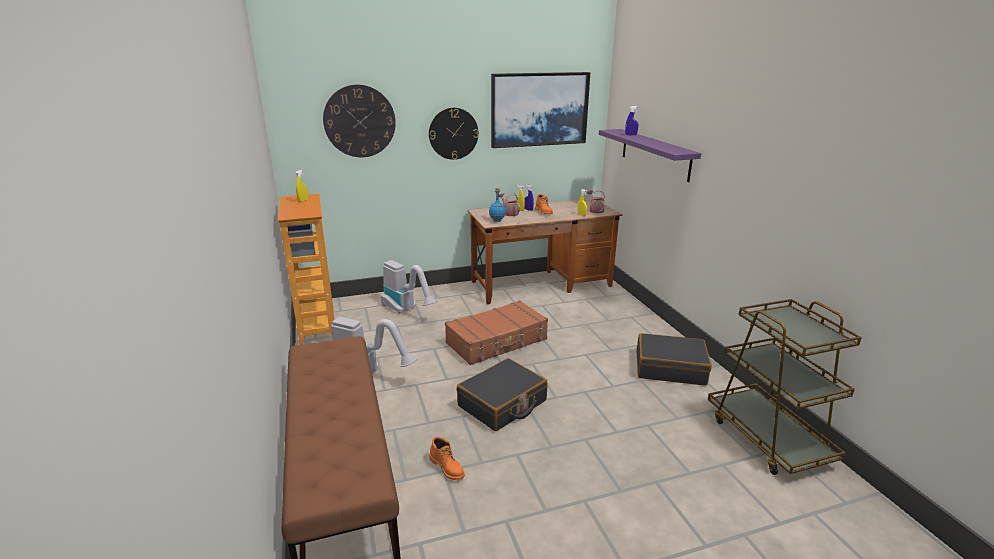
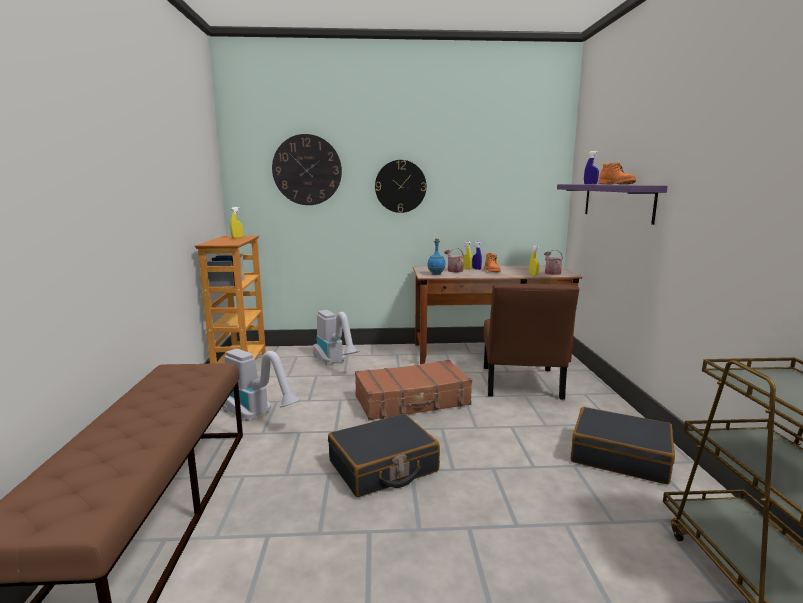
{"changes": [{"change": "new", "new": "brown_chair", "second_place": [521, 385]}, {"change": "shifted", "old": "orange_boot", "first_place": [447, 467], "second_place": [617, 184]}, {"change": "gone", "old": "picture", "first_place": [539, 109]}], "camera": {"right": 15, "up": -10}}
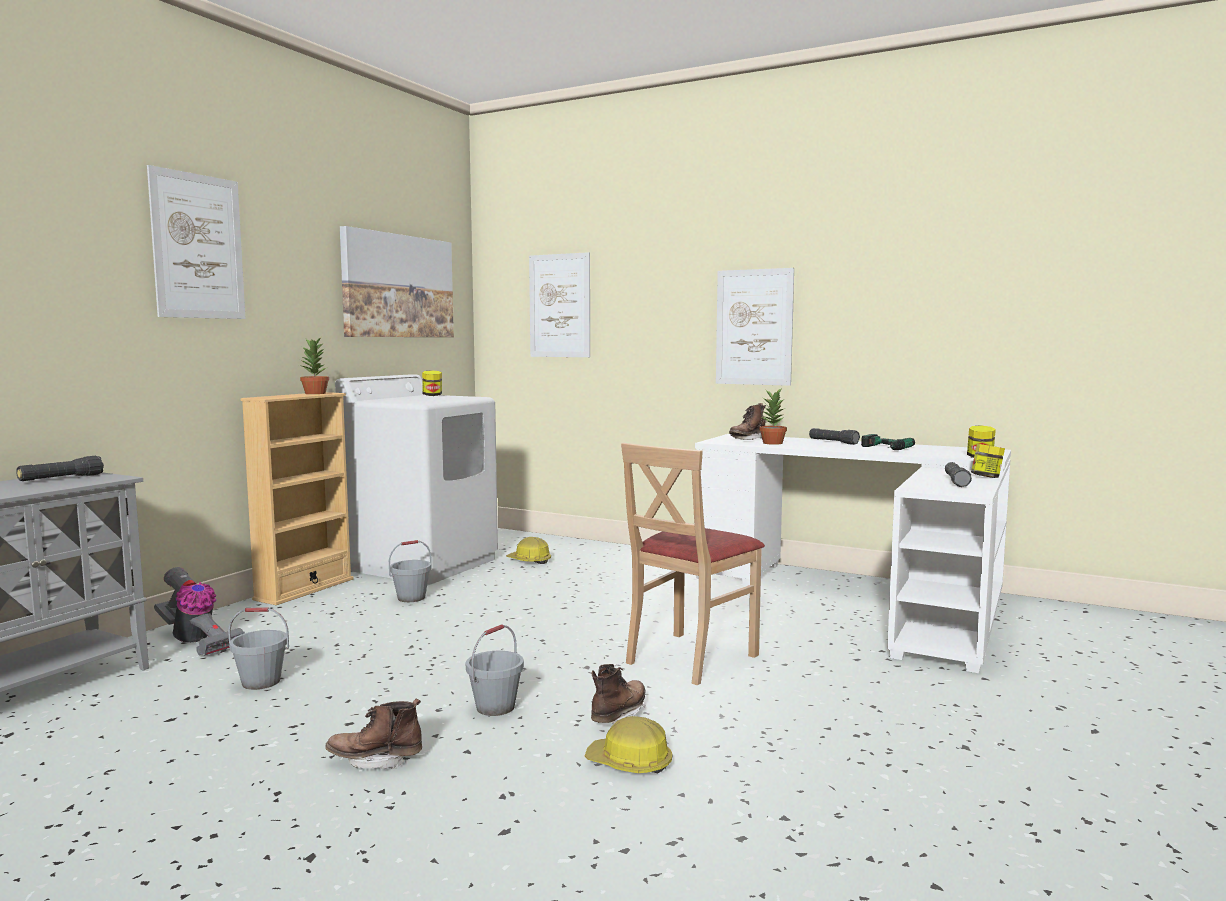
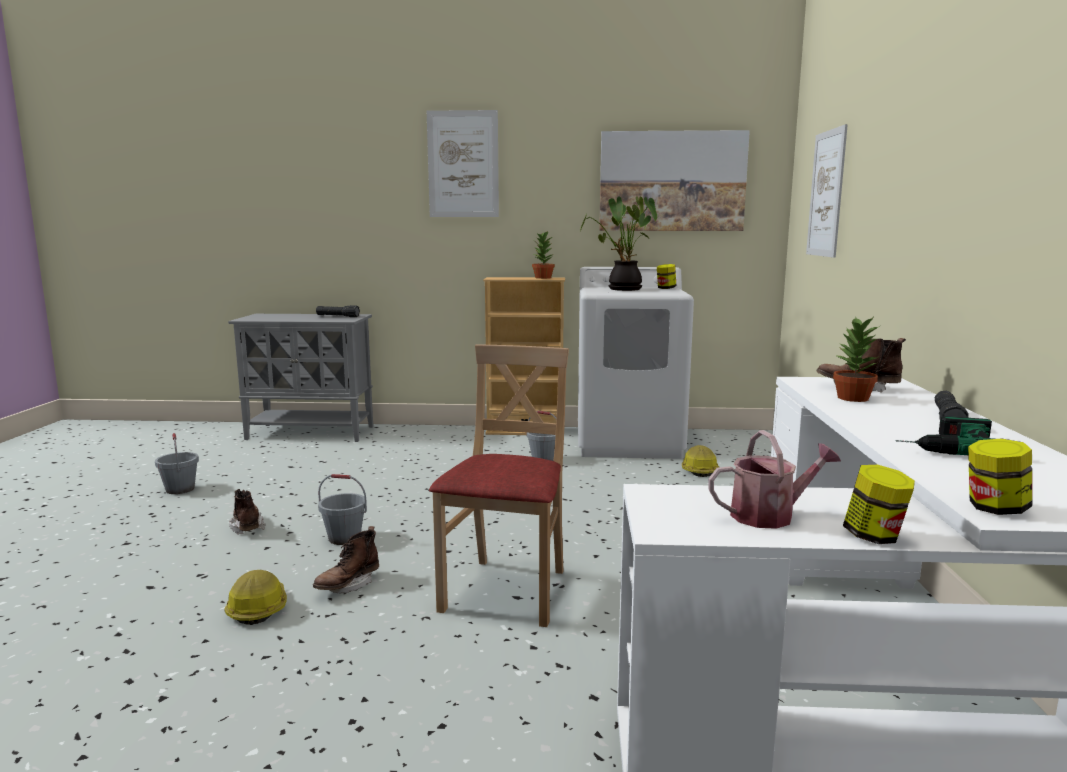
{"changes": [{"change": "shifted", "old": "grey_bucket", "first_place": [261, 682], "second_place": [180, 489]}, {"change": "rotated", "old": "brown_boot", "first_place": [619, 716], "second_place": [348, 585], "degrees": 120}, {"change": "rotated", "old": "beige_chair", "first_place": [690, 657], "second_place": [507, 591], "degrees": 90}, {"change": "new", "new": "potted_plant", "second_place": [622, 289]}, {"change": "swapped", "old": "black_flashlight", "new": "watering_can", "first_place": [956, 482], "second_place": [770, 515]}, {"change": "gone", "old": "vacuum_cleaner", "first_place": [196, 642]}, {"change": "gone", "old": "picture", "first_place": [754, 327]}], "camera": {"right": 65, "up": 5}}
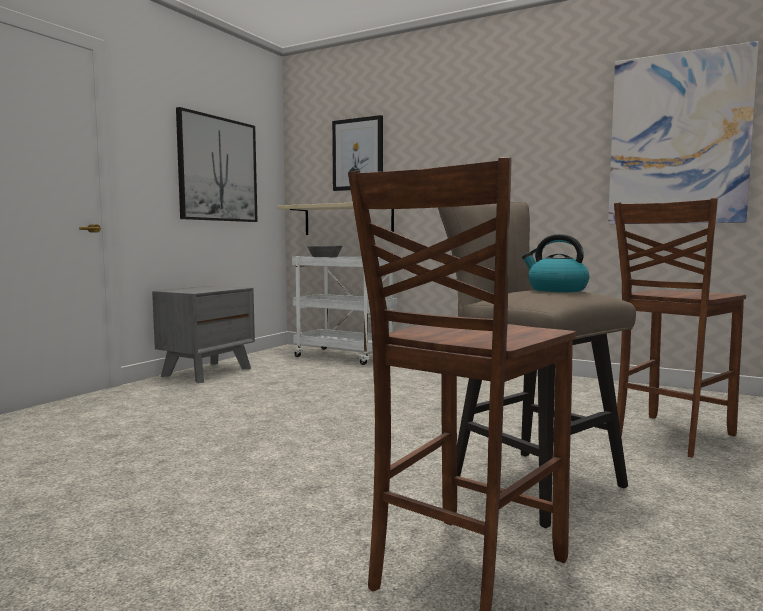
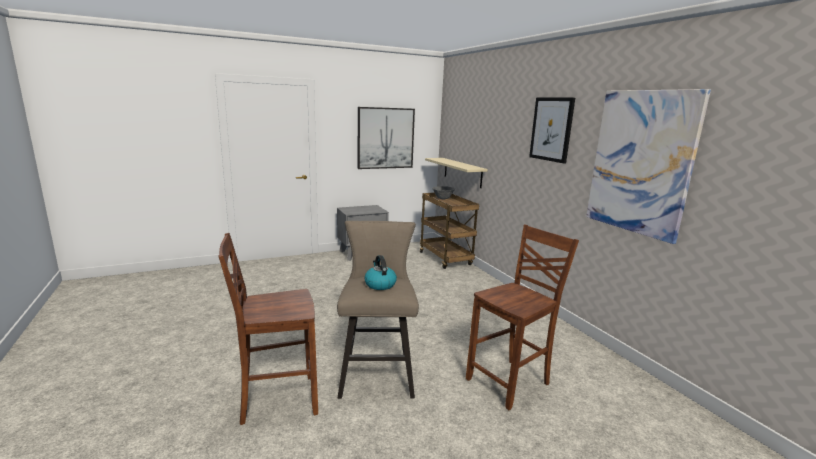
{"changes": [{"change": "repainted", "old": "white_cart", "new": "brown_cart", "first_place": [346, 356], "second_place": [446, 259]}, {"change": "rotated", "old": "brown_chair", "first_place": [670, 436], "second_place": [510, 382], "degrees": 150}, {"change": "shifted", "old": "picture", "first_place": [358, 154], "second_place": [551, 129]}], "camera": {"right": 35, "up": 10}}
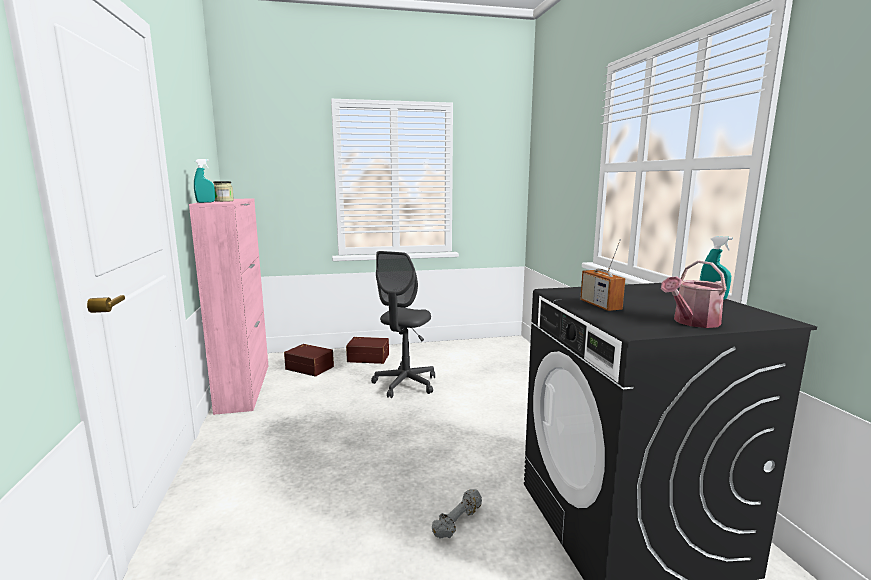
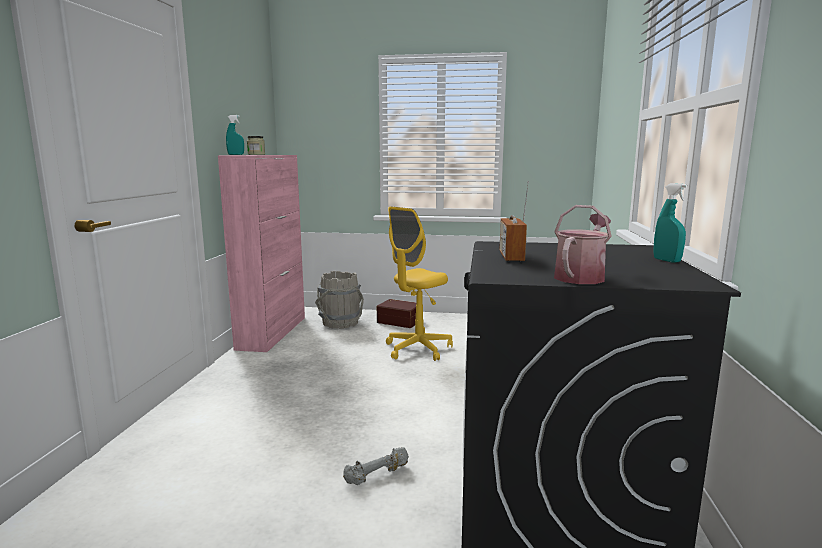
{"changes": [{"change": "swapped", "old": "brown_storage_box", "new": "grey_bucket", "first_place": [310, 367], "second_place": [340, 323]}, {"change": "repainted", "old": "grey_office_chair", "new": "yellow_office_chair", "first_place": [405, 384], "second_place": [418, 349]}, {"change": "rotated", "old": "watering_can", "first_place": [692, 322], "second_place": [581, 276], "degrees": 135}], "camera": {"right": 20, "up": 0}}
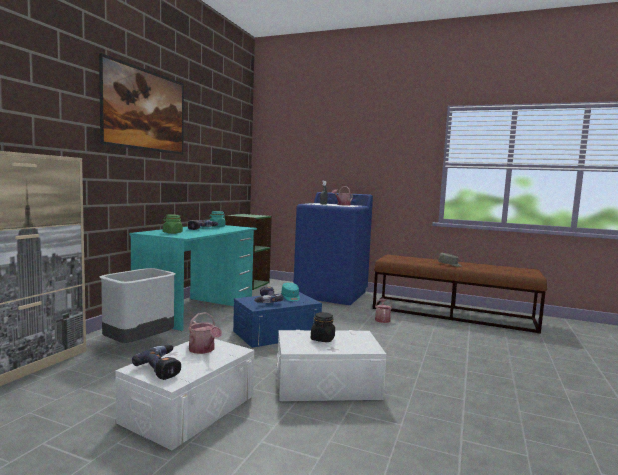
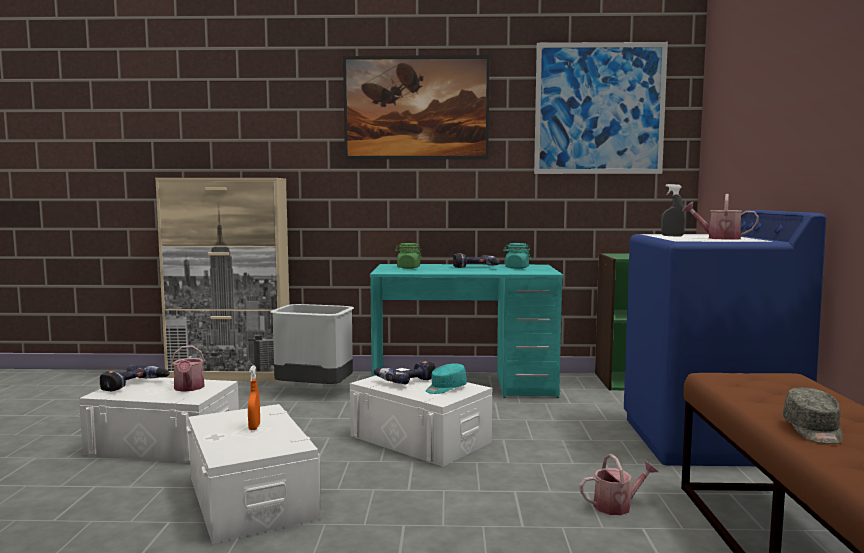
{"changes": [{"change": "rotated", "old": "watering_can", "first_place": [203, 350], "second_place": [188, 388], "degrees": -45}, {"change": "swapped", "old": "black_jar", "new": "orange_spray_bottle", "first_place": [322, 339], "second_place": [254, 427]}, {"change": "repainted", "old": "blue_storage_box", "new": "white_storage_box", "first_place": [276, 333], "second_place": [420, 439]}, {"change": "new", "new": "picture", "second_place": [599, 109]}], "camera": {"right": 70, "up": 0}}
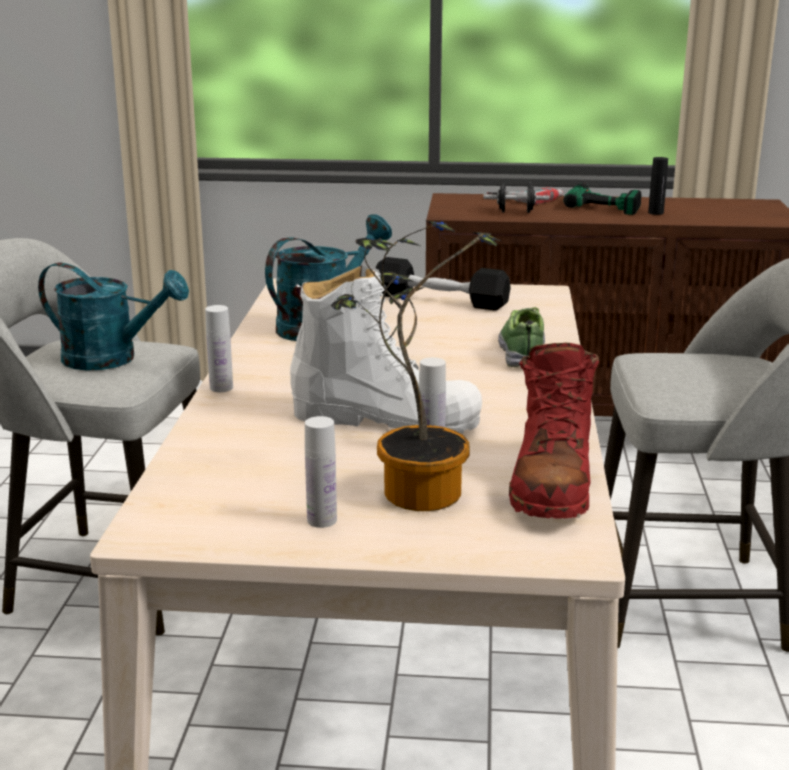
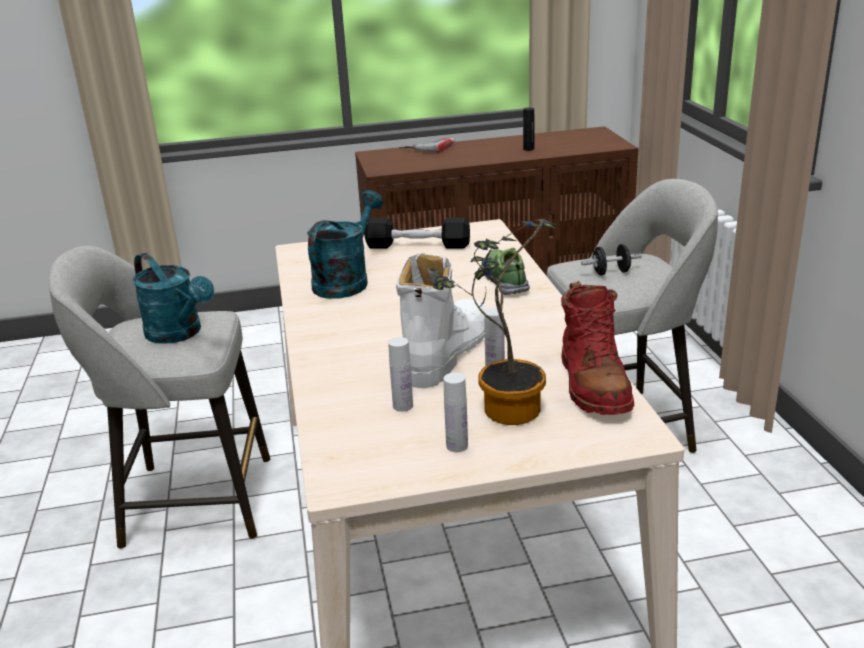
{"changes": [{"change": "rotated", "old": "turquoise_watering_can", "first_place": [112, 359], "second_place": [179, 334], "degrees": 45}, {"change": "shifted", "old": "white_bottle", "first_place": [221, 388], "second_place": [403, 406]}, {"change": "rotated", "old": "white_boot", "first_place": [386, 418], "second_place": [445, 353], "degrees": -60}, {"change": "shifted", "old": "black_dumbbell", "first_place": [515, 212], "second_place": [611, 272]}, {"change": "gone", "old": "power_drill", "first_place": [604, 203]}], "camera": {"right": -15, "up": 5}}
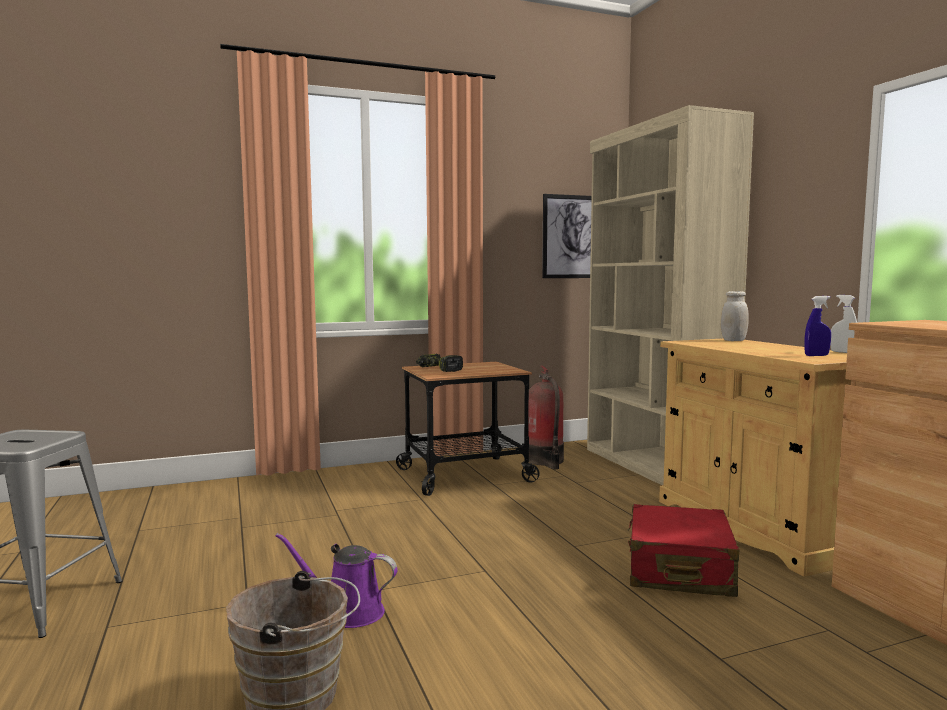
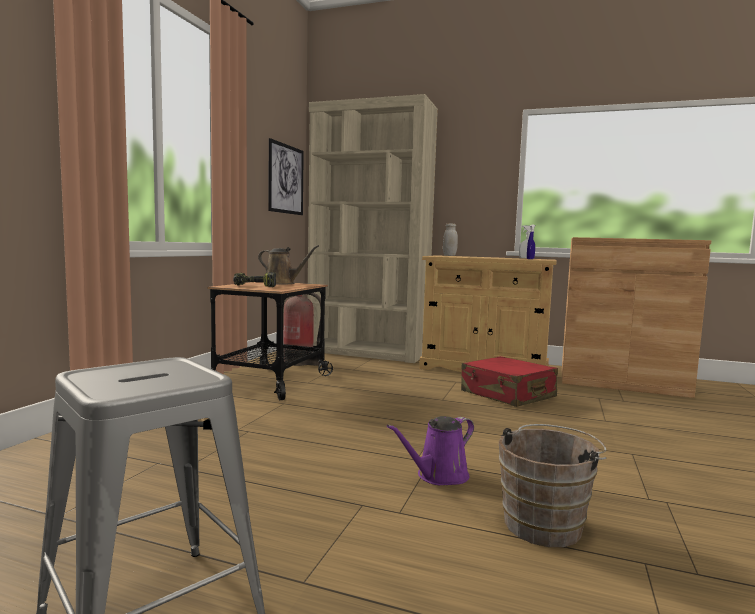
{"changes": [{"change": "new", "new": "brown_watering_can", "second_place": [282, 283]}], "camera": {"right": -50, "up": 0}}
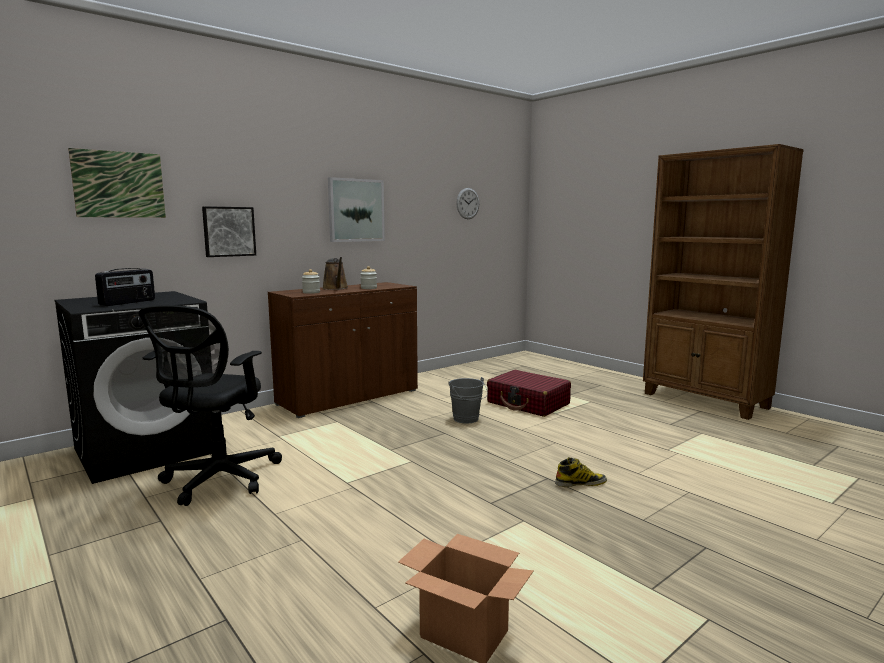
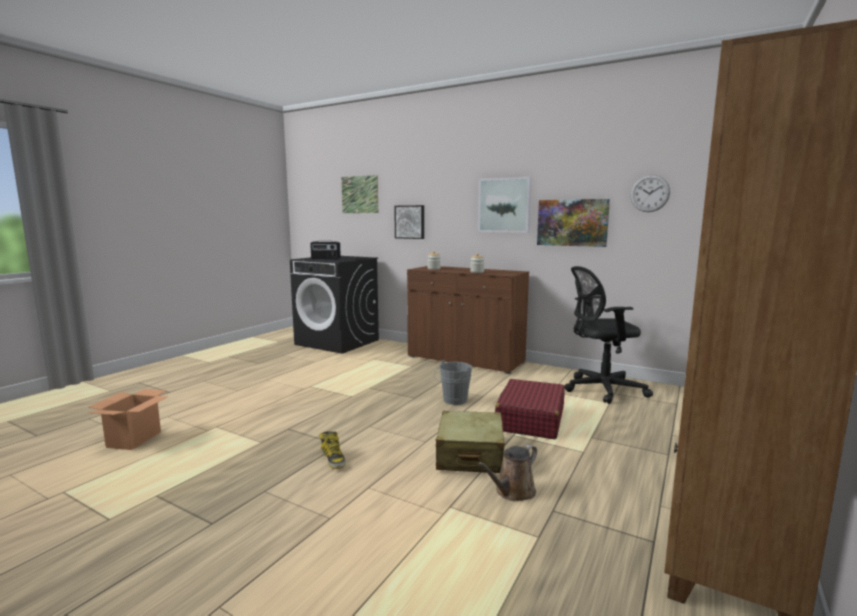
{"changes": [{"change": "new", "new": "beige_suitcase", "second_place": [470, 455]}, {"change": "shifted", "old": "brown_watering_can", "first_place": [336, 288], "second_place": [512, 492]}, {"change": "new", "new": "picture", "second_place": [572, 222]}, {"change": "shifted", "old": "black_office_chair", "first_place": [217, 481], "second_place": [600, 389]}], "camera": {"right": 70, "up": 0}}
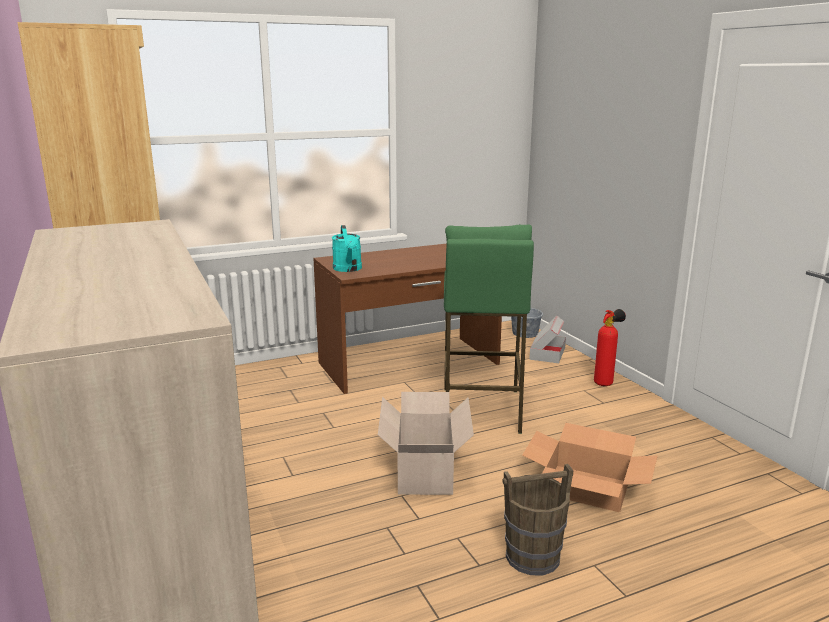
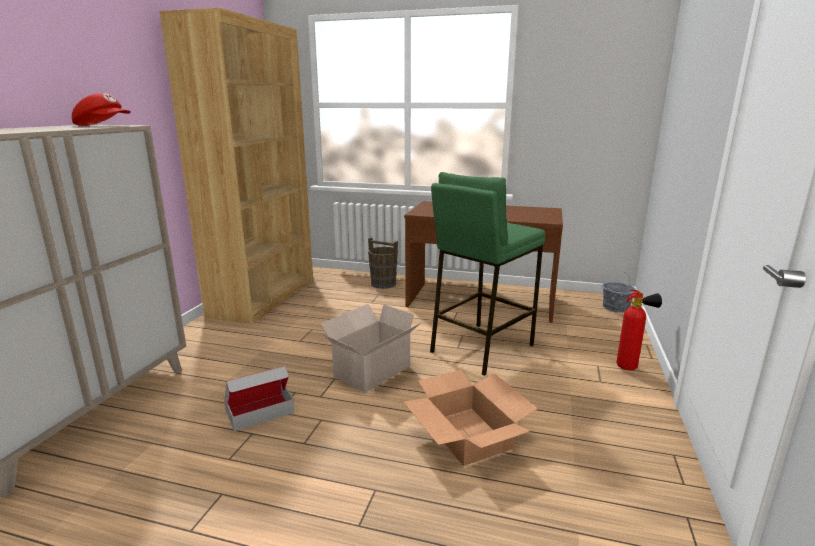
{"changes": [{"change": "new", "new": "red_cap", "second_place": [104, 125]}, {"change": "shifted", "old": "cardboard_box", "first_place": [547, 353], "second_place": [260, 411]}, {"change": "shifted", "old": "brown_bucket", "first_place": [533, 557], "second_place": [383, 284]}, {"change": "gone", "old": "turquoise_watering_can", "first_place": [348, 269]}], "camera": {"right": 40, "up": 0}}
